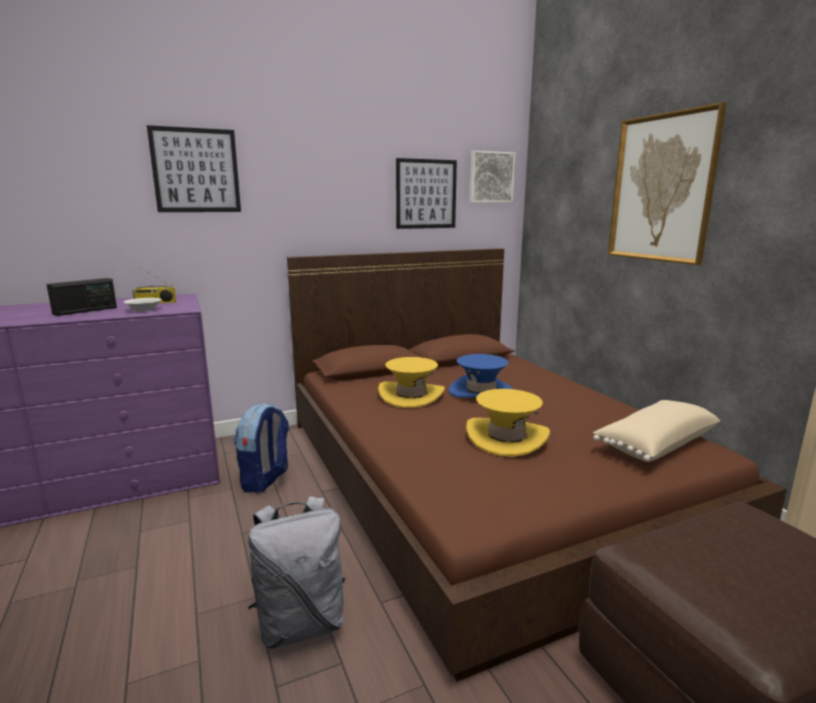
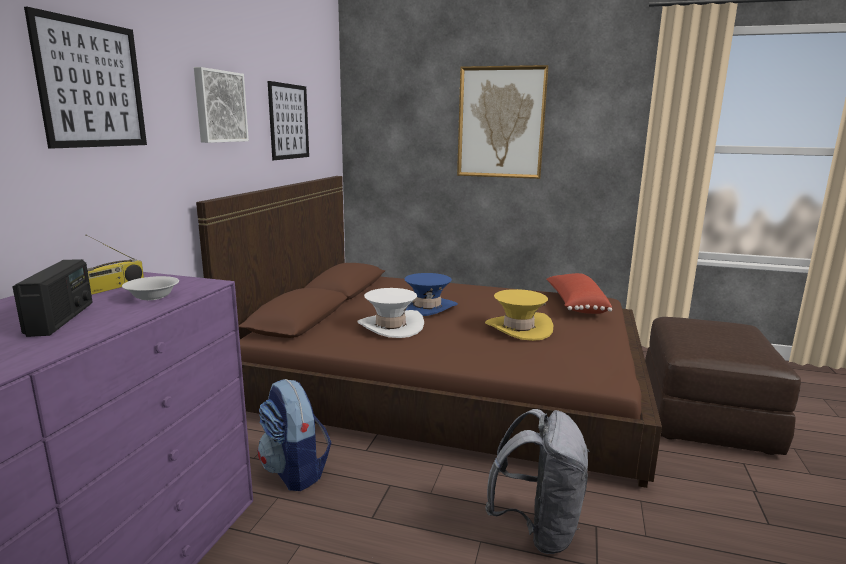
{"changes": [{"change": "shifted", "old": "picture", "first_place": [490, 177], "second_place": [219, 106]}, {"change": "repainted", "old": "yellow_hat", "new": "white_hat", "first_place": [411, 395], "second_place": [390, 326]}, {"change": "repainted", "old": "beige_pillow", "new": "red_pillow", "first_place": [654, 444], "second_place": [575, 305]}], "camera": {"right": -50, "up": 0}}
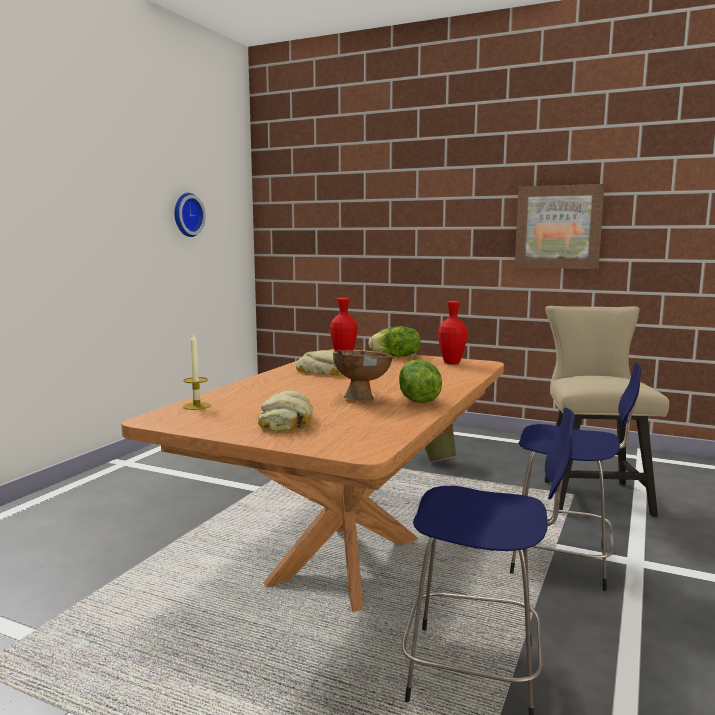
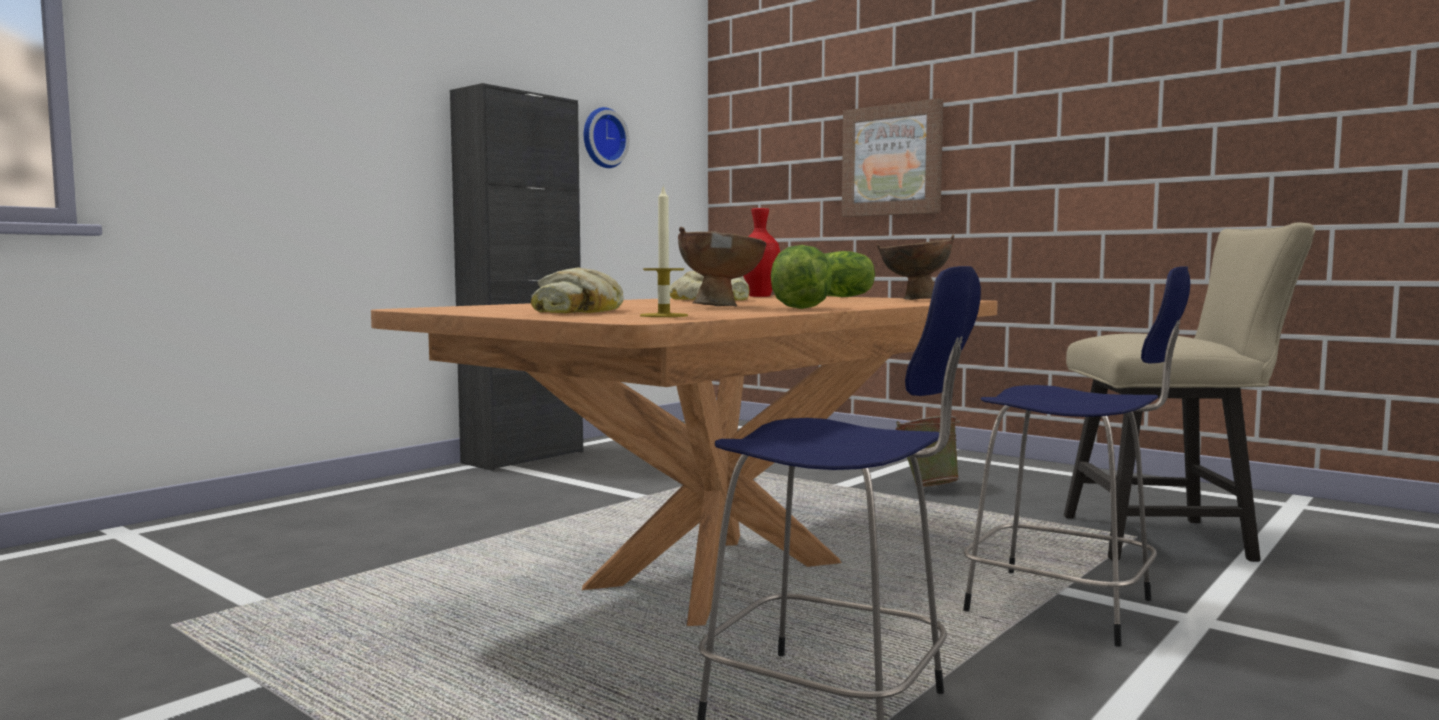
{"changes": [{"change": "new", "new": "black_cabinet", "second_place": [523, 457]}, {"change": "shifted", "old": "candle", "first_place": [196, 406], "second_place": [664, 316]}, {"change": "shifted", "old": "picture", "first_place": [558, 227], "second_place": [892, 160]}, {"change": "swapped", "old": "red_vase", "new": "brown_bowl", "first_place": [451, 363], "second_place": [913, 299]}, {"change": "rotated", "old": "beige_chair", "first_place": [592, 494], "second_place": [1170, 539], "degrees": 75}], "camera": {"right": 15, "up": -5}}
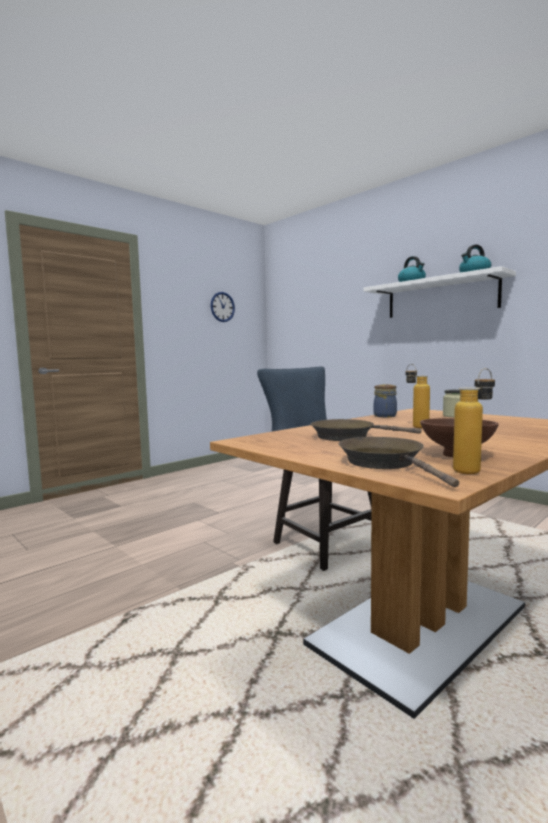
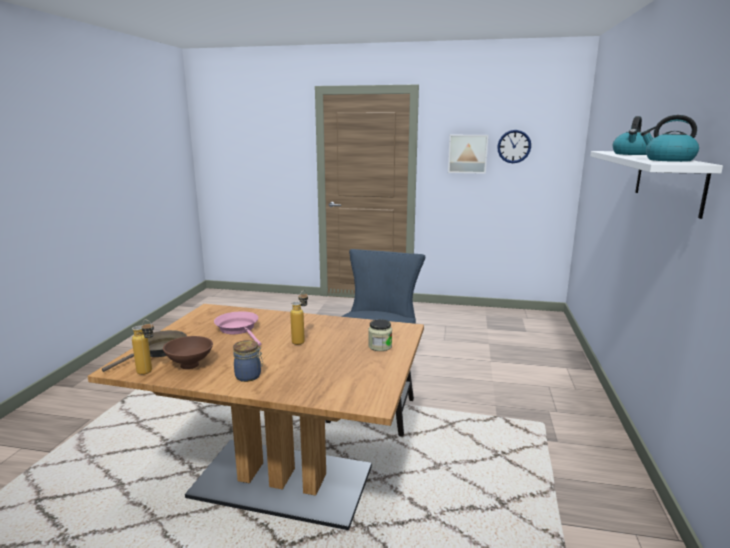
{"changes": [{"change": "repainted", "old": "brown_frying_pan", "new": "pink_frying_pan", "first_place": [348, 436], "second_place": [239, 329]}, {"change": "shifted", "old": "jar", "first_place": [385, 416], "second_place": [249, 376]}, {"change": "new", "new": "picture", "second_place": [467, 153]}], "camera": {"right": 55, "up": 10}}
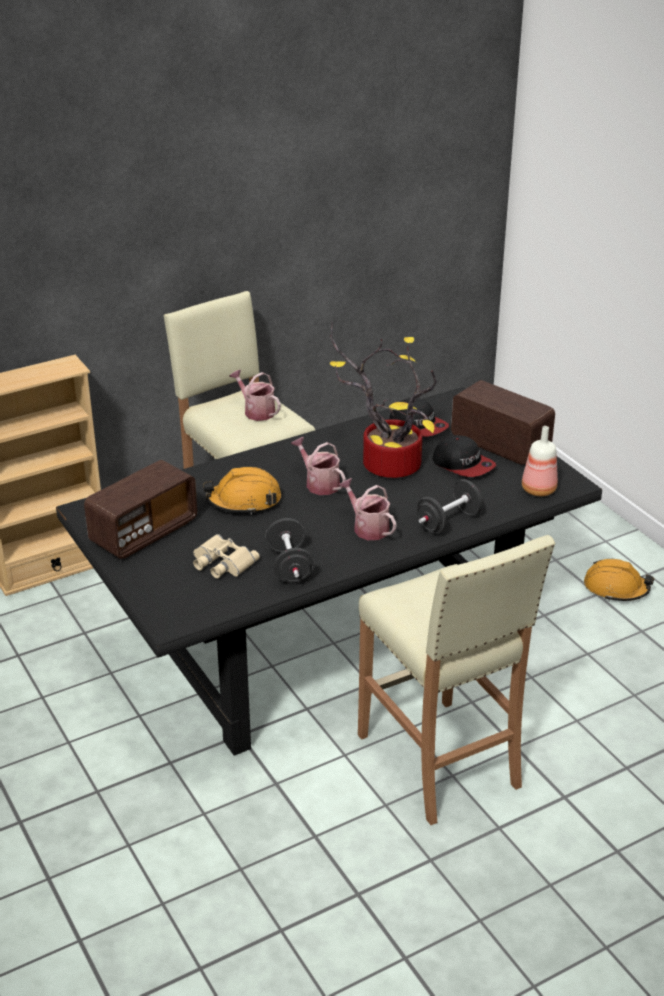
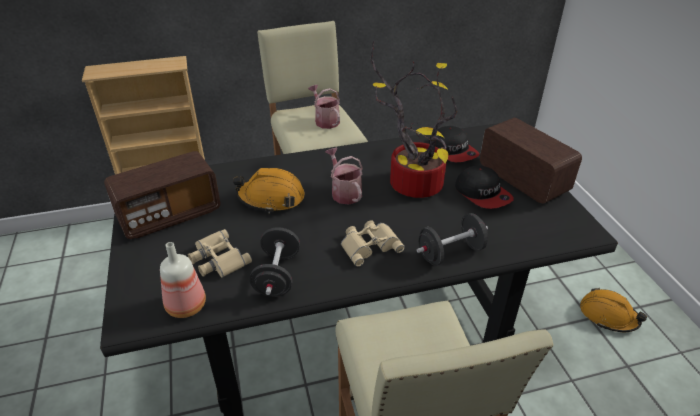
{"changes": [{"change": "shifted", "old": "bottle", "first_place": [538, 490], "second_place": [185, 307]}, {"change": "swapped", "old": "watering_can", "new": "beige_binoculars", "first_place": [367, 527], "second_place": [369, 245]}], "camera": {"right": 15, "up": 5}}
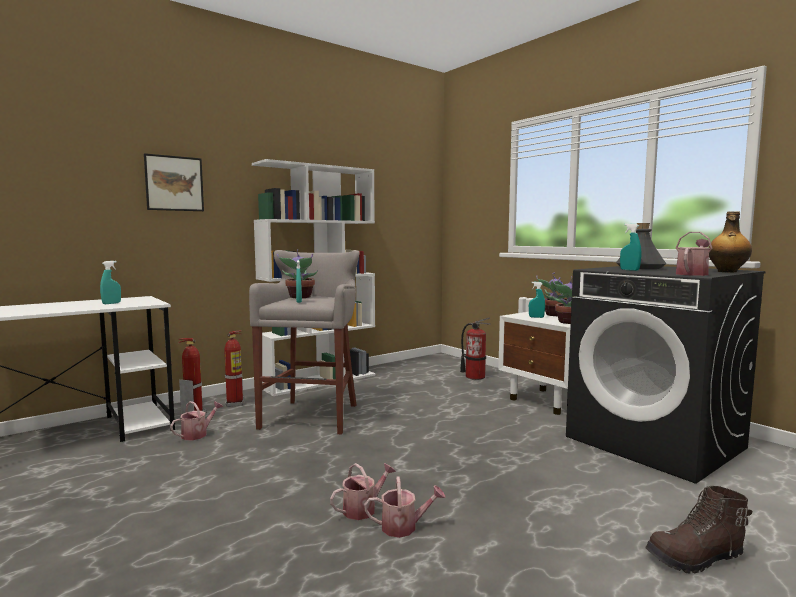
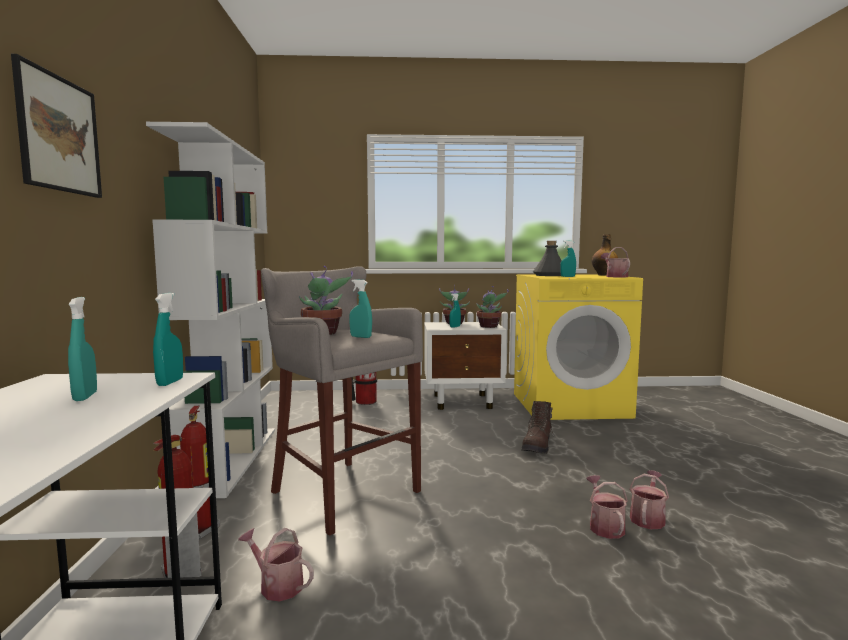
{"changes": [{"change": "new", "new": "turquoise_spray_bottle", "second_place": [170, 382]}, {"change": "rotated", "old": "watering_can", "first_place": [197, 434], "second_place": [277, 585], "degrees": -45}, {"change": "repainted", "old": "black_washing_machine", "new": "yellow_washing_machine", "first_place": [656, 442], "second_place": [570, 405]}, {"change": "shifted", "old": "brown_boot", "first_place": [696, 558], "second_place": [537, 446]}], "camera": {"right": -55, "up": 0}}
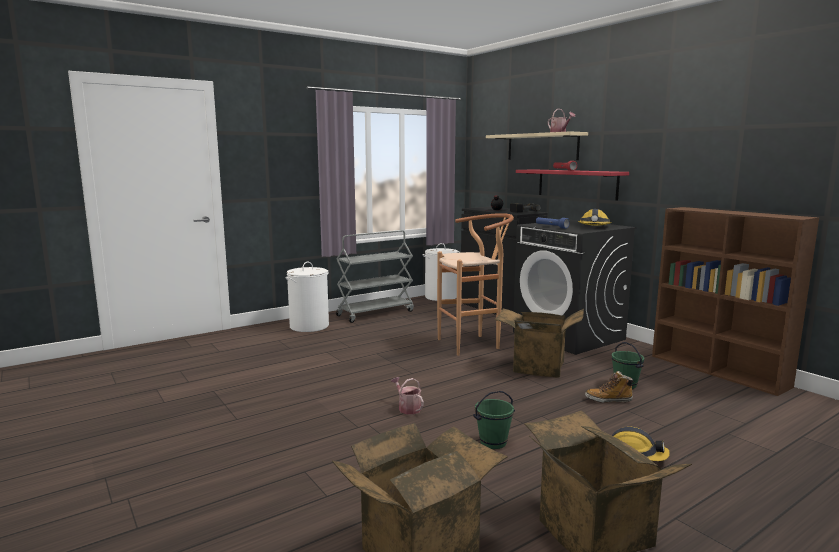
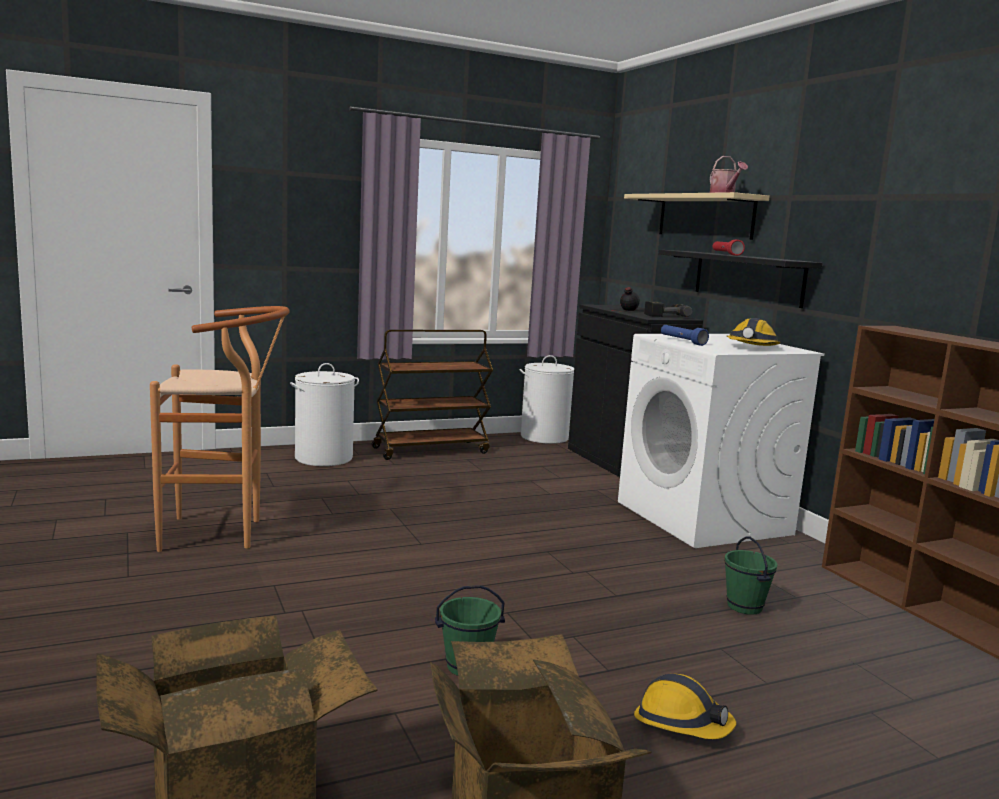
{"changes": [{"change": "shifted", "old": "brown_stool", "first_place": [474, 344], "second_place": [222, 534]}, {"change": "repainted", "old": "grey_cart", "new": "brown_cart", "first_place": [375, 313], "second_place": [431, 450]}, {"change": "repainted", "old": "black_washing_machine", "new": "white_washing_machine", "first_place": [569, 336], "second_place": [704, 518]}, {"change": "repainted", "old": "red_shelf", "new": "black_shelf", "first_place": [576, 184], "second_place": [747, 277]}, {"change": "gone", "old": "watering_can", "first_place": [407, 408]}, {"change": "gone", "old": "cardboard_box", "first_place": [537, 368]}, {"change": "gone", "old": "boot", "first_place": [608, 400]}], "camera": {"right": 10, "up": 0}}
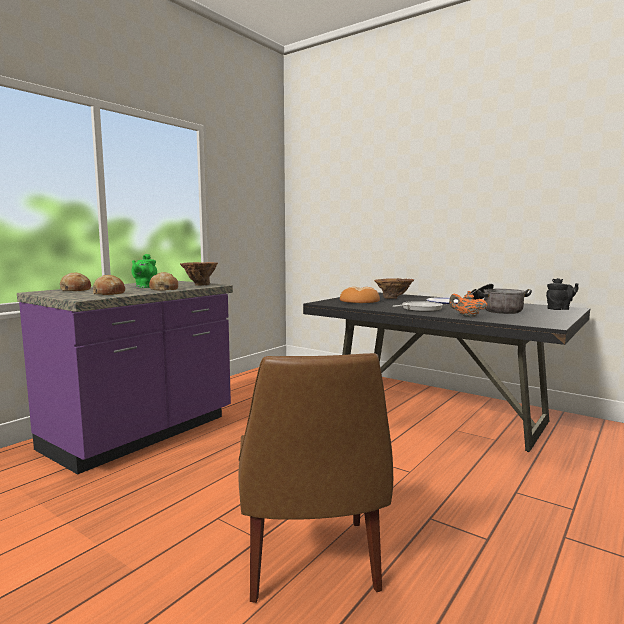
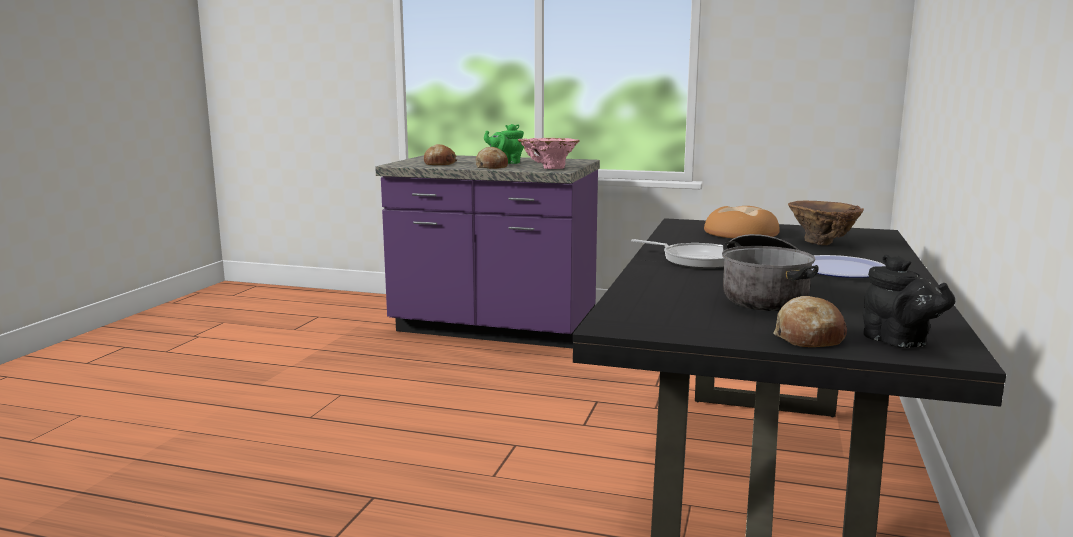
{"changes": [{"change": "repainted", "old": "brown_vase", "new": "pink_vase", "first_place": [199, 285], "second_place": [548, 168]}, {"change": "shifted", "old": "bread", "first_place": [76, 289], "second_place": [808, 337]}, {"change": "gone", "old": "brown_chair", "first_place": [311, 562]}, {"change": "gone", "old": "orange_teapot", "first_place": [467, 316]}], "camera": {"right": 70, "up": 5}}
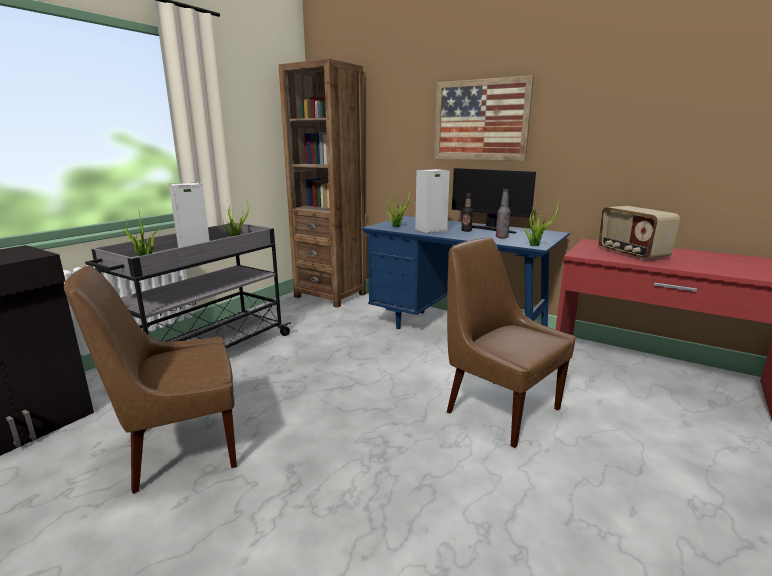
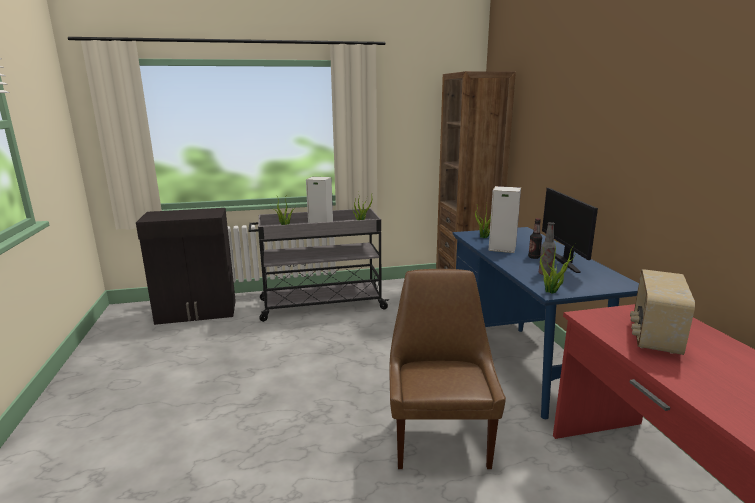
{"changes": [{"change": "gone", "old": "brown_chair", "first_place": [180, 449]}, {"change": "gone", "old": "picture", "first_place": [480, 120]}], "camera": {"right": 45, "up": 0}}
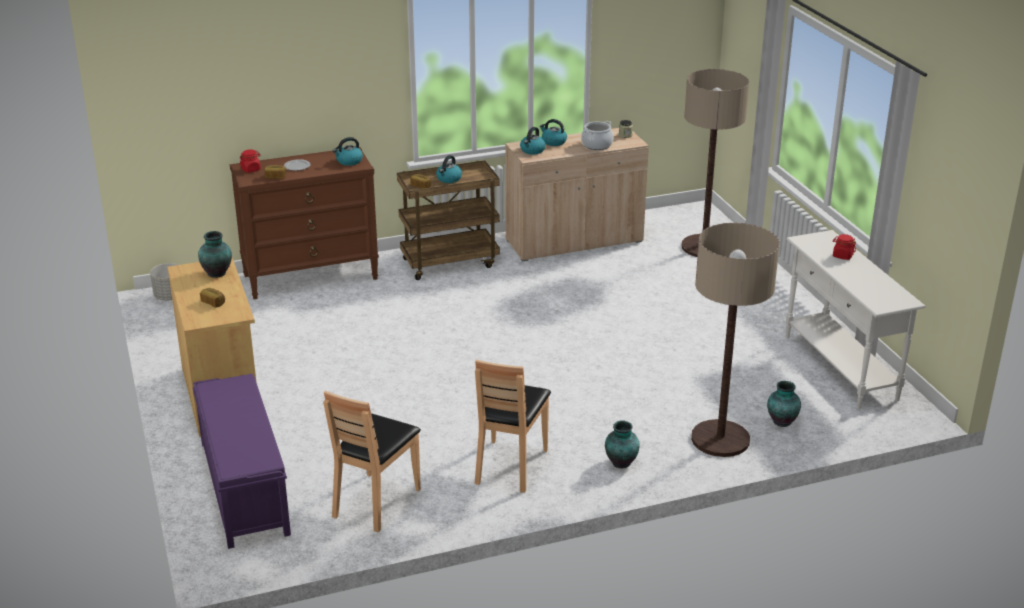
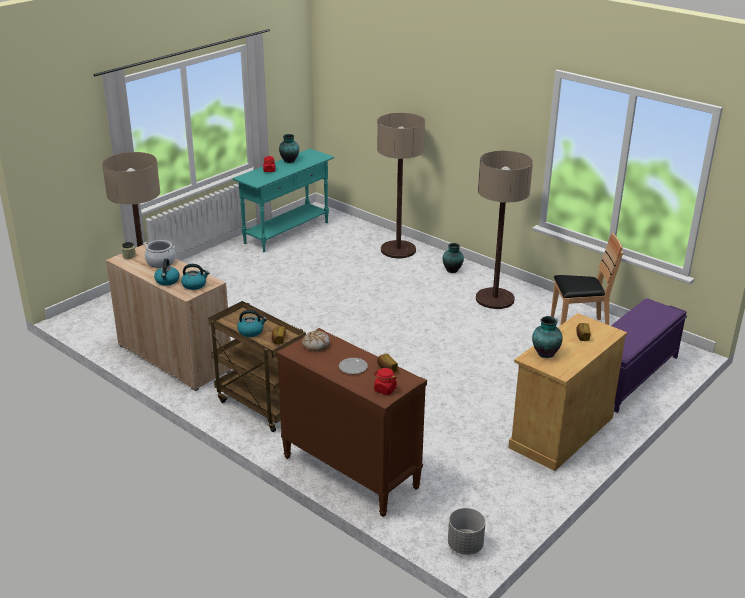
{"changes": [{"change": "repainted", "old": "white_console_table", "new": "turquoise_console_table", "first_place": [840, 368], "second_place": [287, 233]}, {"change": "shifted", "old": "vase", "first_place": [781, 421], "second_place": [289, 161]}, {"change": "swapped", "old": "kettle", "new": "bread", "first_place": [349, 161], "second_place": [316, 344]}, {"change": "swapped", "old": "brown_chair", "new": "floor_lamp", "first_place": [510, 465], "second_place": [495, 299]}], "camera": {"right": -120, "up": 0}}
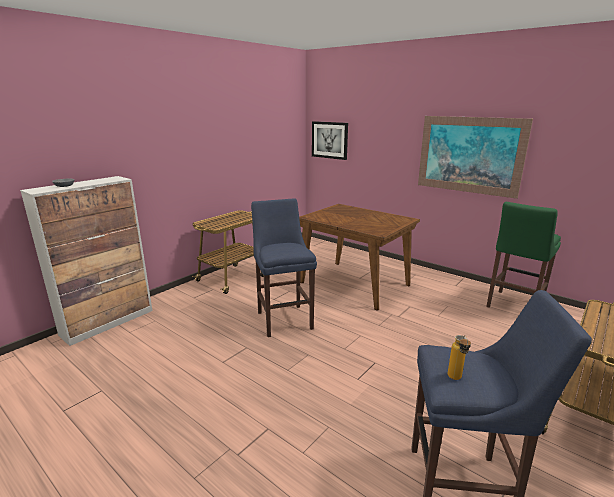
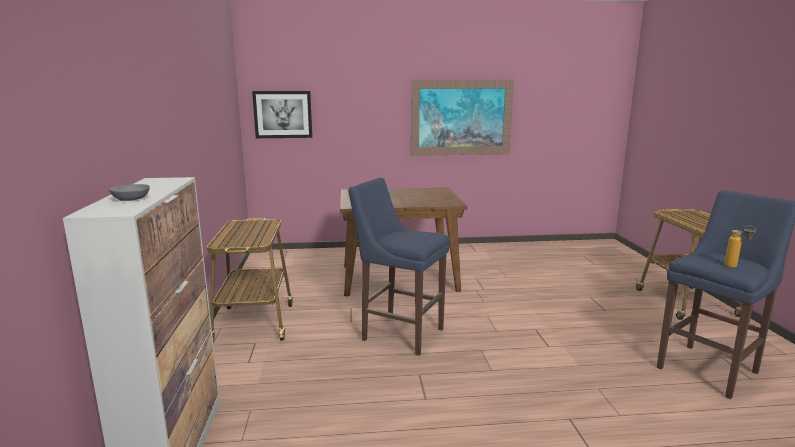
{"changes": [{"change": "gone", "old": "green_stool", "first_place": [513, 306]}], "camera": {"right": -45, "up": -5}}
